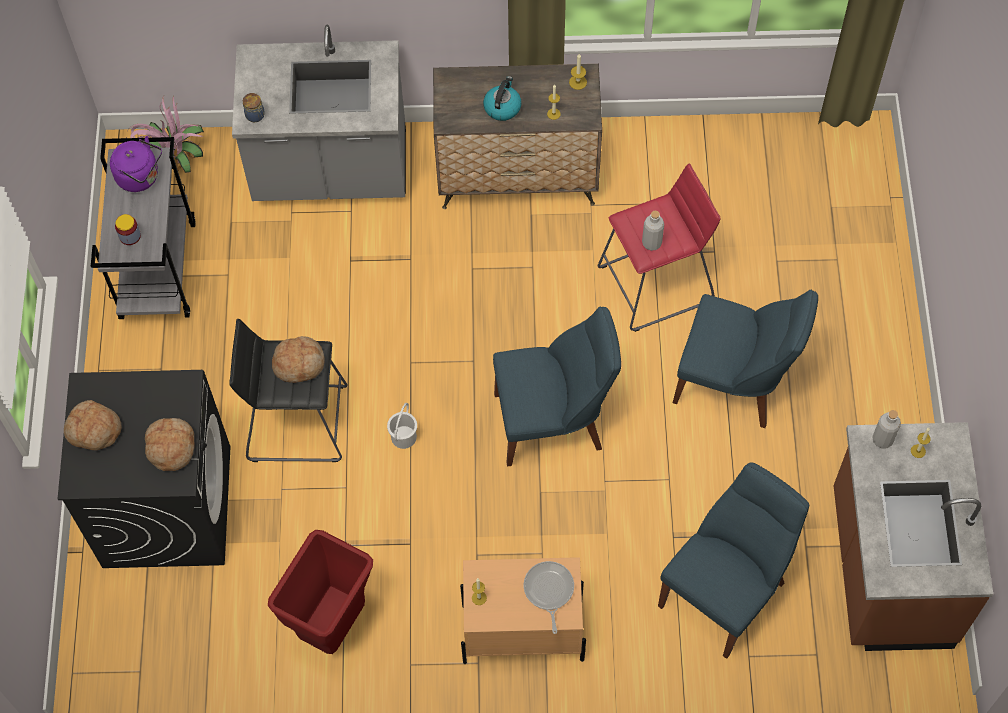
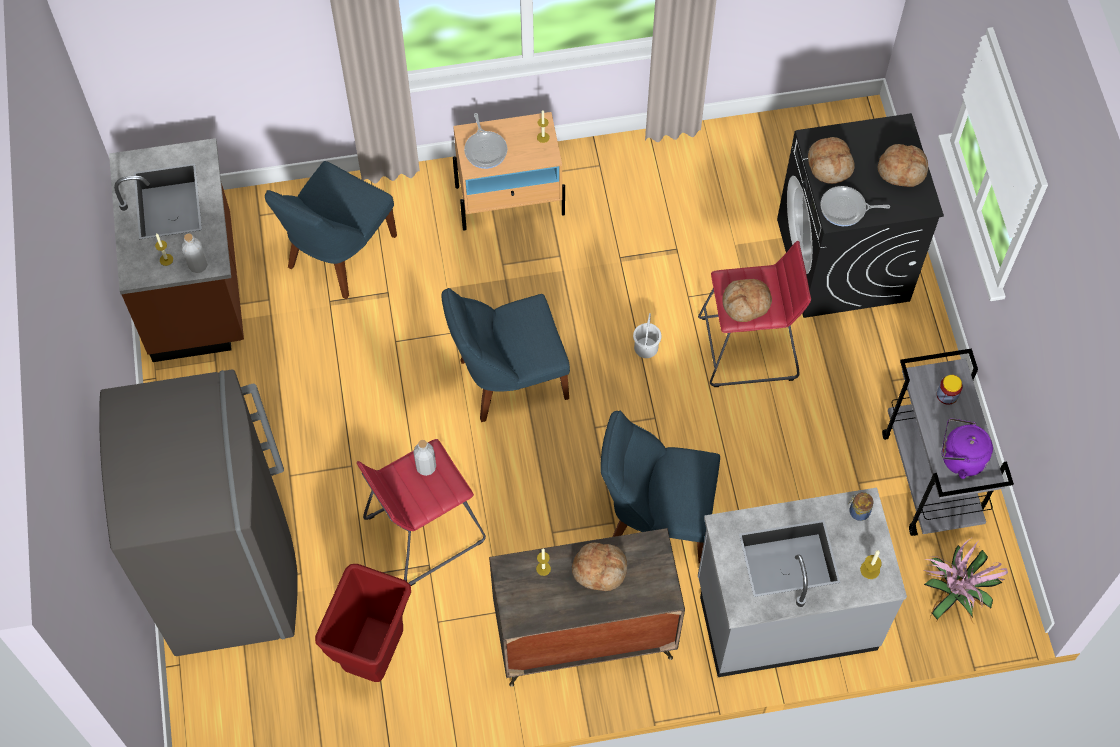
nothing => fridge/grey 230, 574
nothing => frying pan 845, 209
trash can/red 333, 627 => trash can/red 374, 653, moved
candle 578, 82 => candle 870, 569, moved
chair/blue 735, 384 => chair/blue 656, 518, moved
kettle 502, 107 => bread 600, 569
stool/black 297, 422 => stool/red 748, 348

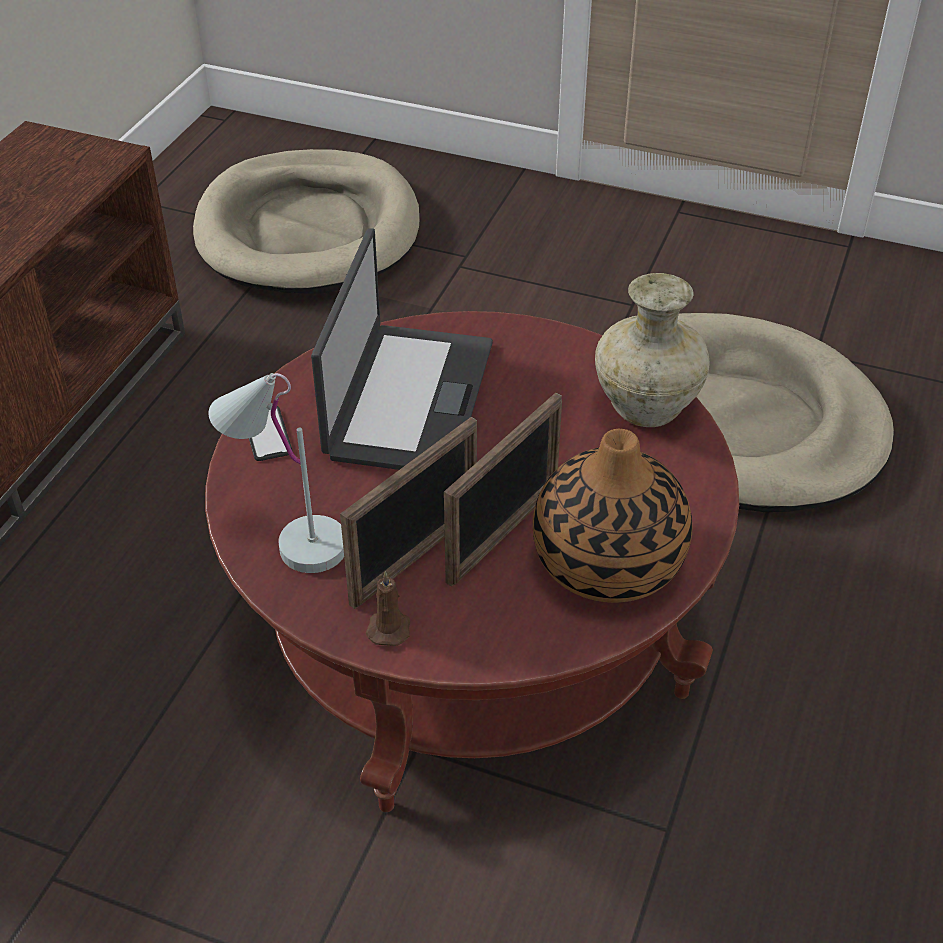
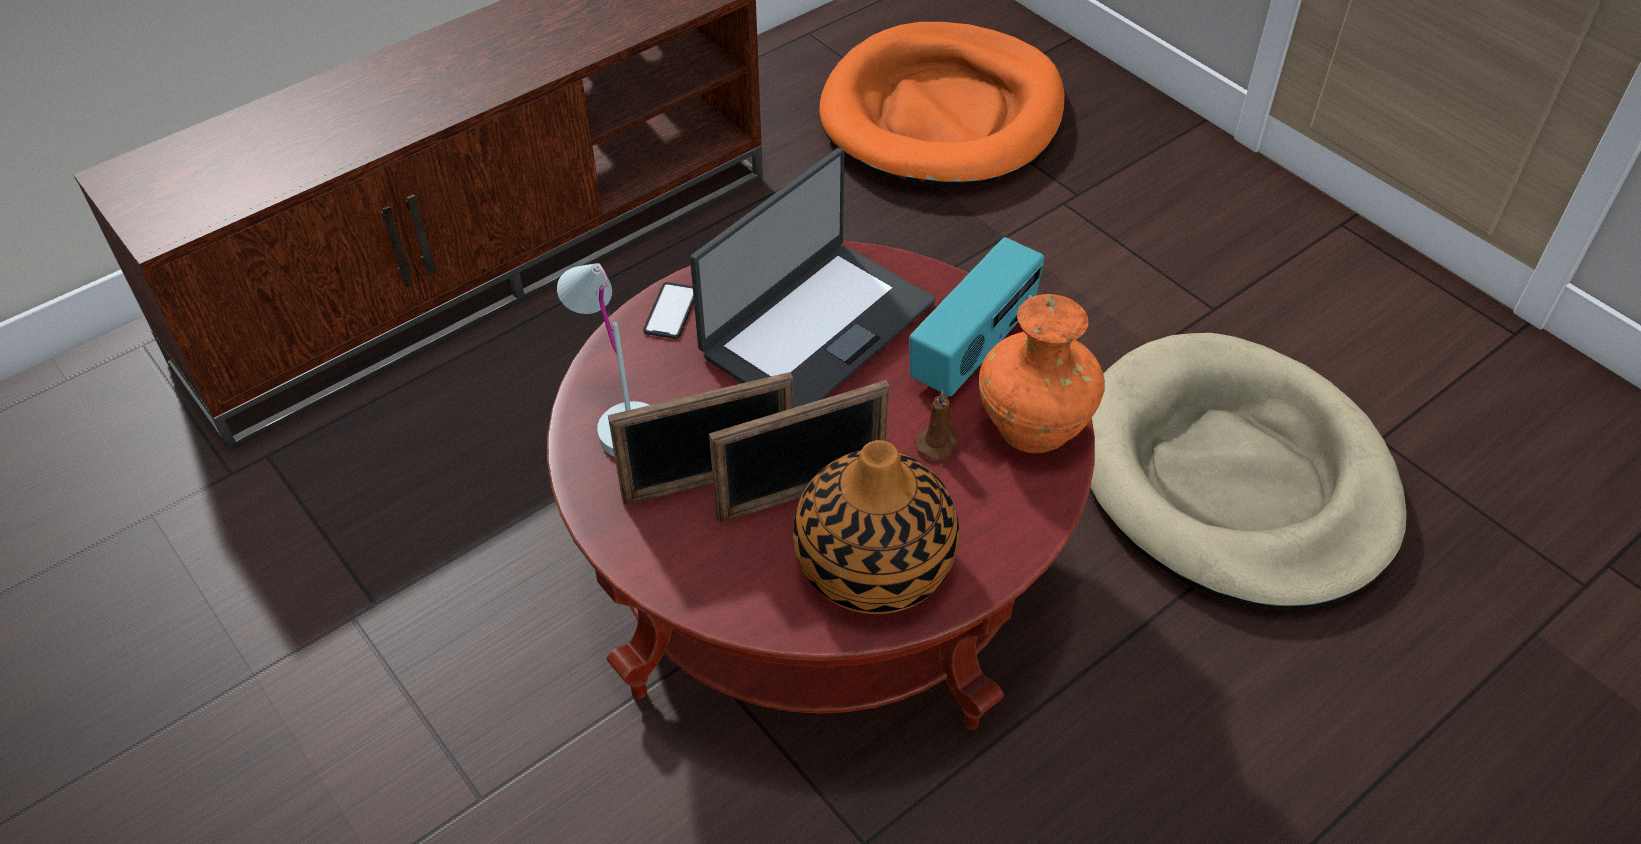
nothing => radio 974, 349
candle/brown 389, 627 => candle/brown 938, 443, moved
dog bed/beige 308, 230 => dog bed/orange 942, 114
vase/beige 647, 407 => vase/orange 1035, 428

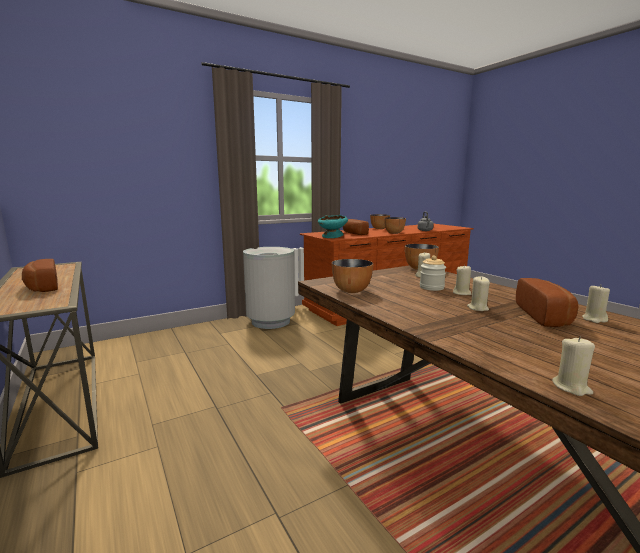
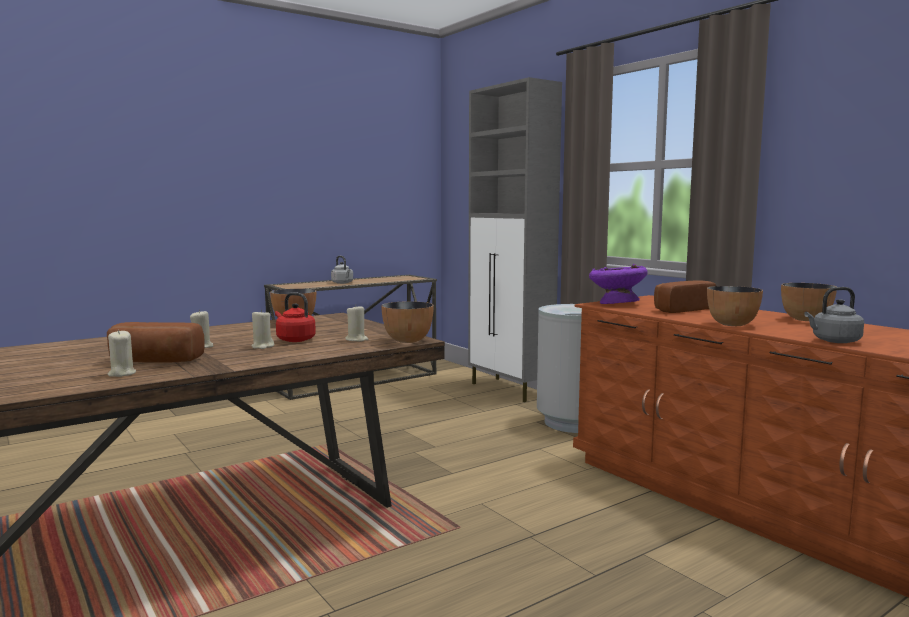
candle/beige 571, 387 => nothing
nothing => cabinet/grey 510, 390
bread 41, 287 => kettle/grey 343, 283
jar 431, 287 => kettle/red 294, 340
bowl/turquoise 332, 237 => bowl/purple 616, 303

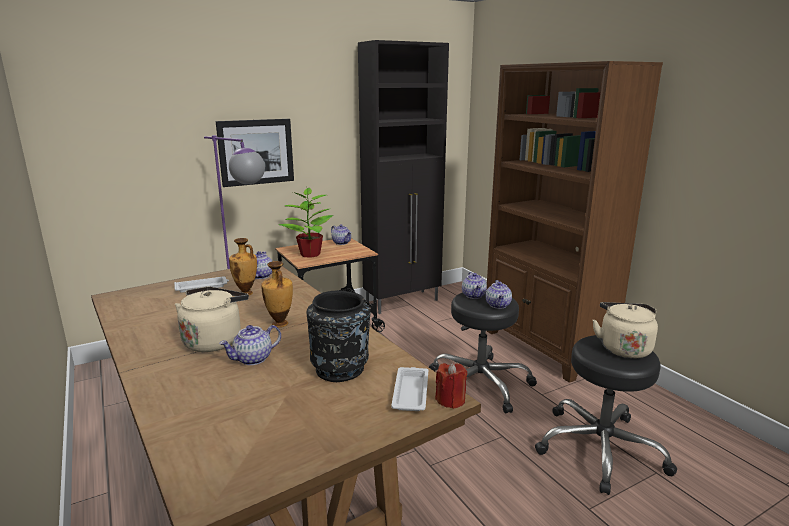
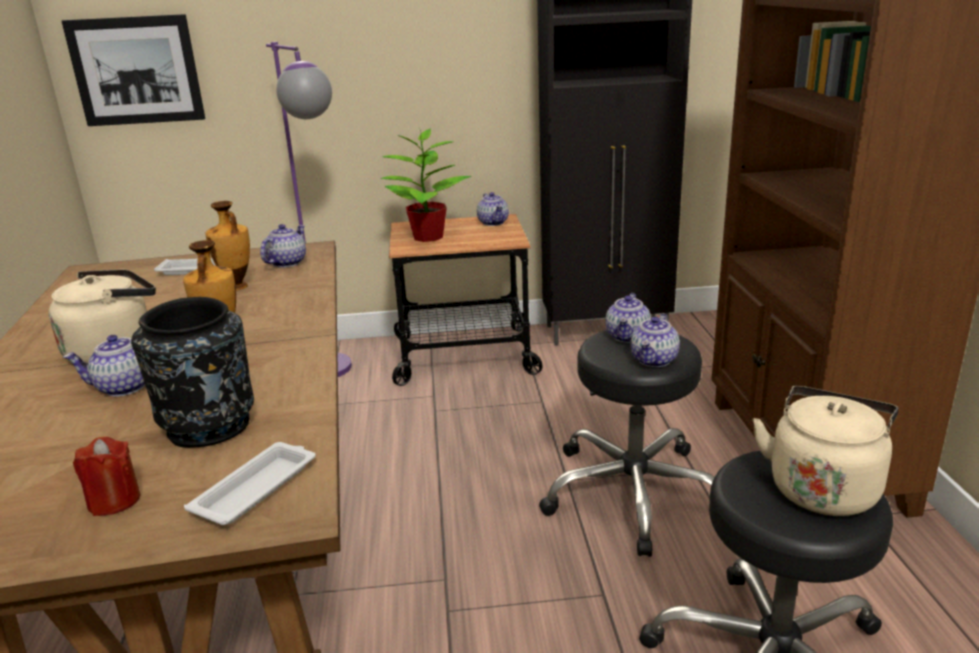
picture 256, 152 => picture 136, 71, moved
candle/red 450, 400 => candle/red 114, 501, moved

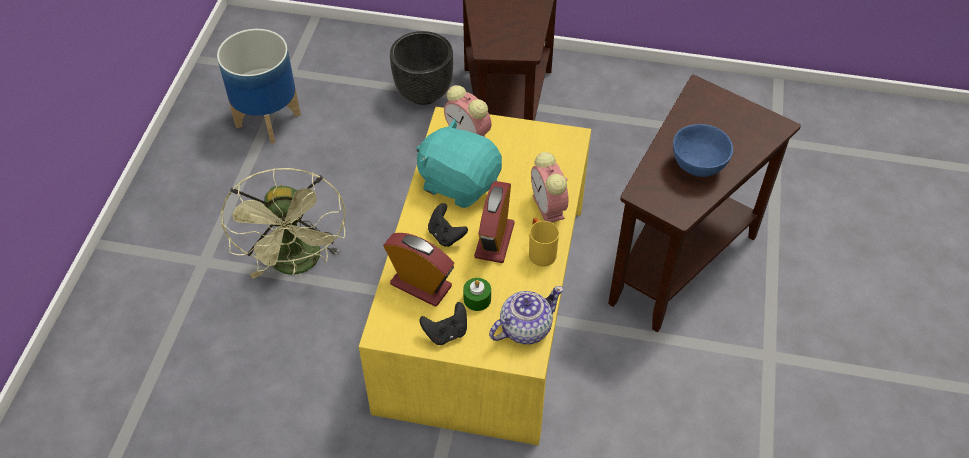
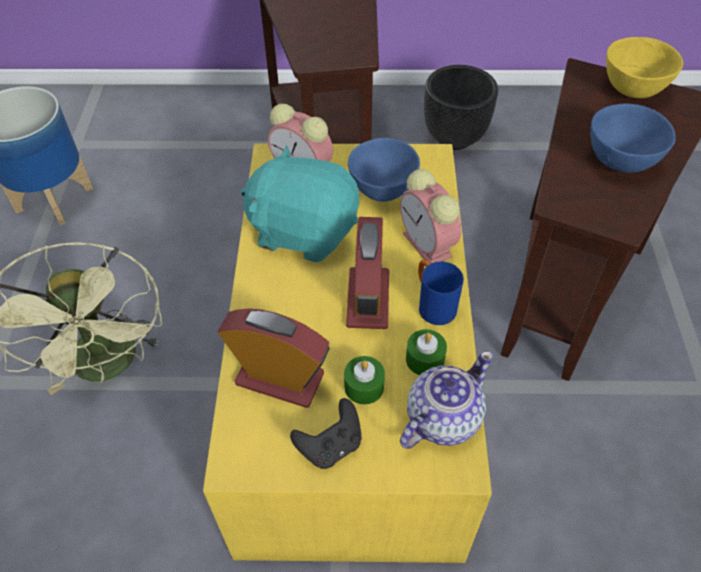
game controller/black 446, 235 => nothing
nothing => bowl/blue 383, 189
nothing => candle/green 425, 359
nothing => bowl/yellow 631, 90
planter/black 424, 93 => planter/black 455, 138, moved
mug/yellow 540, 251 => mug/blue 432, 304

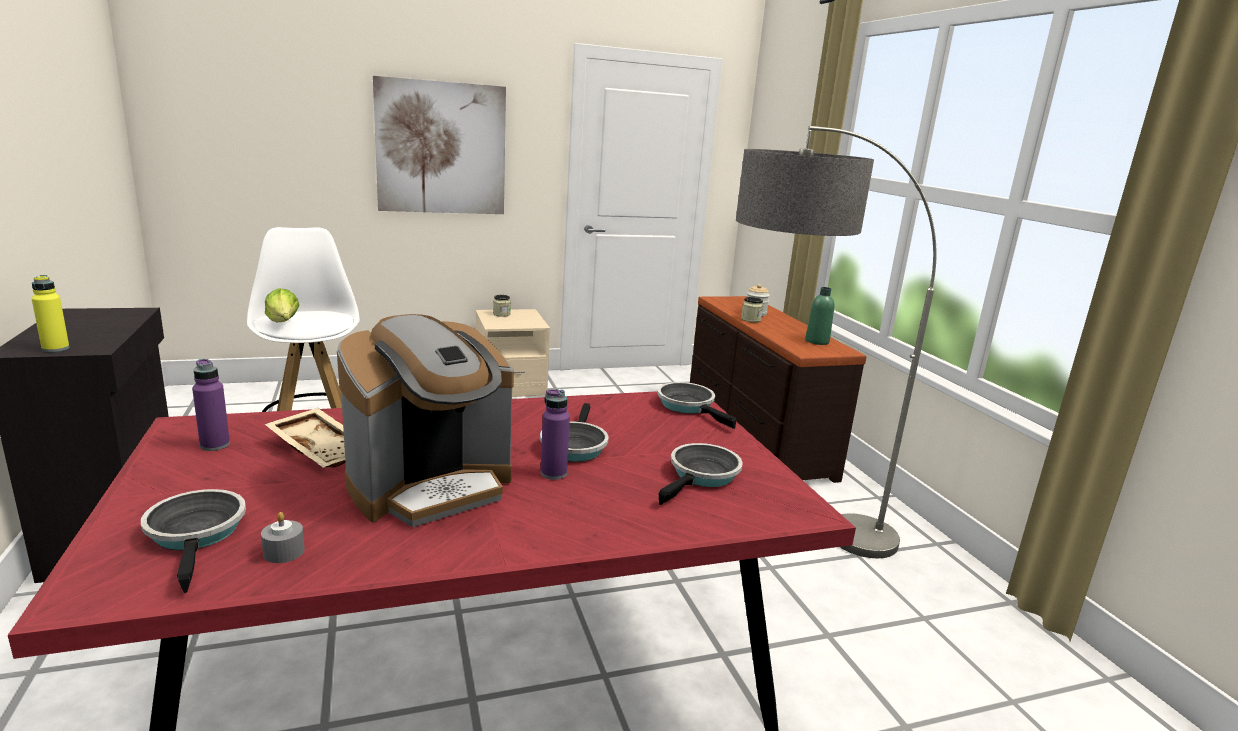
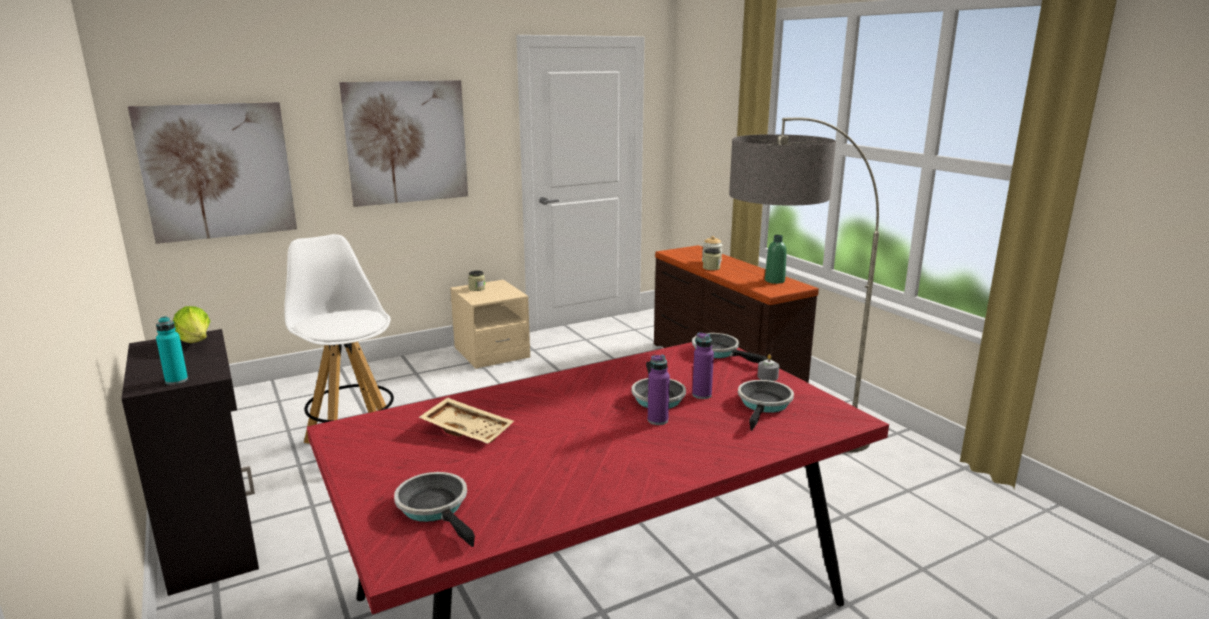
coffee machine 431, 487 => nothing
nothing => picture 218, 171
bottle/purple 215, 445 => bottle/purple 701, 395, moved
candle/grey 284, 552 => candle/grey 767, 377, moved
lettuce 283, 323 => lettuce 196, 343, moved
bottle/yellow 55, 349 => bottle/turquoise 176, 380

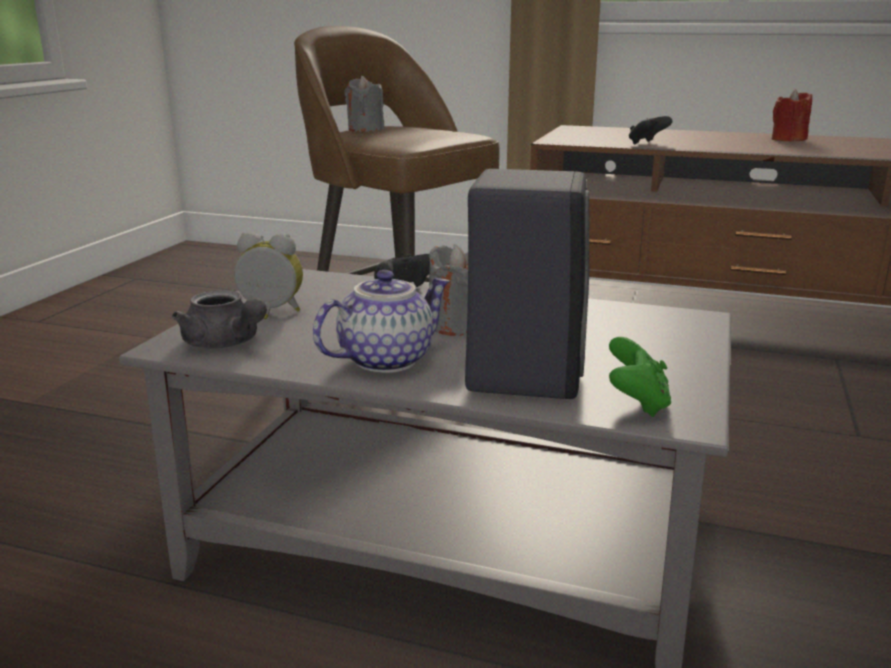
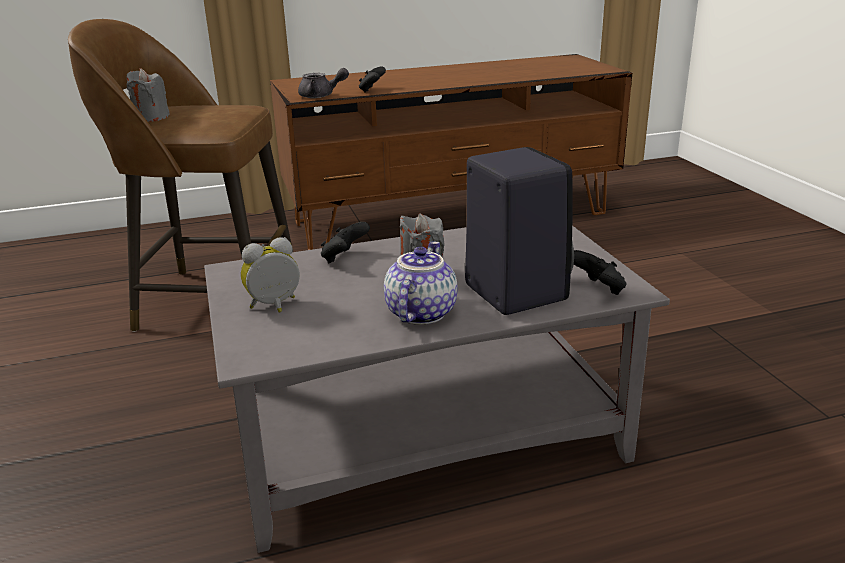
candle/red 788, 140 => nothing
teapot/grey 225, 344 => teapot/grey 321, 96, moved
game controller/green 636, 403 => game controller/black 598, 289

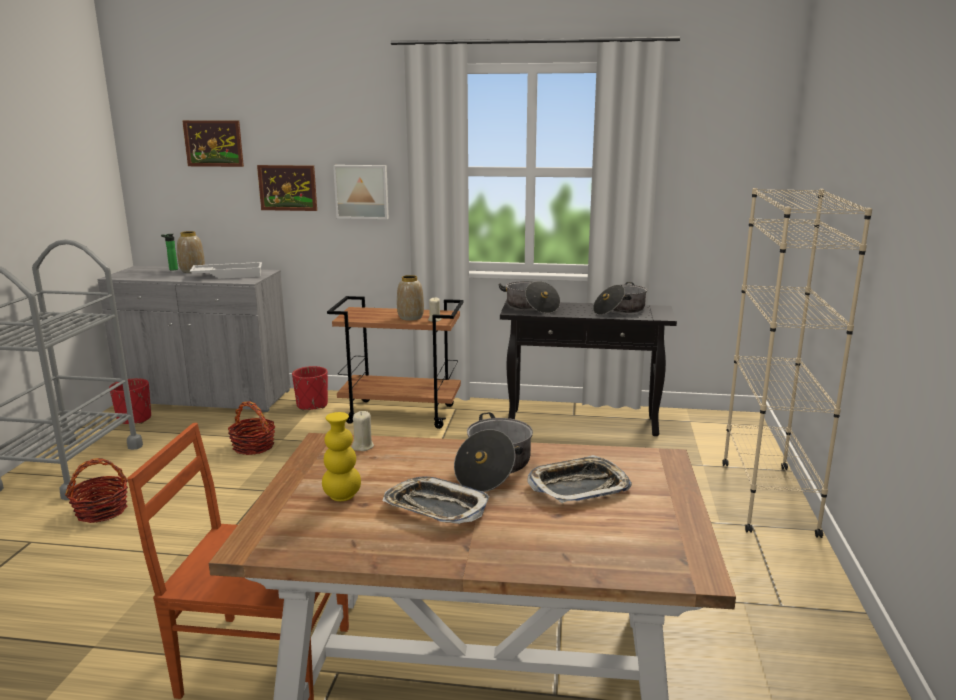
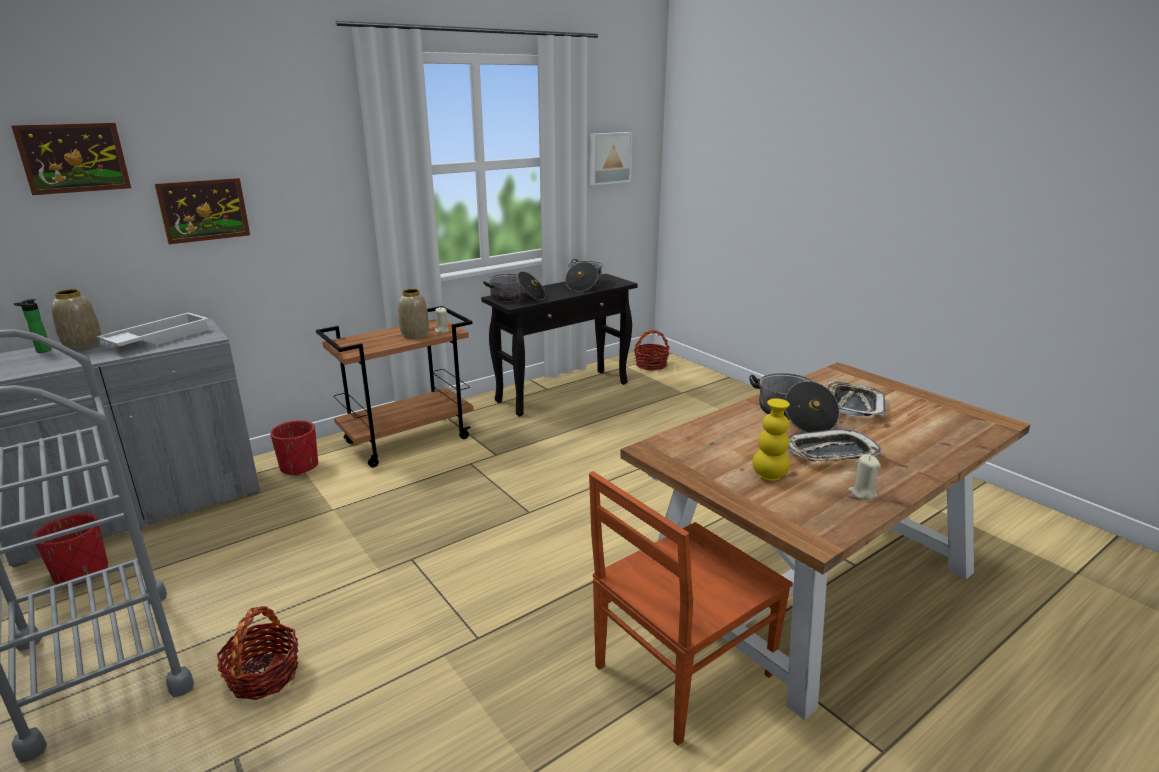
bookcase/beige 767, 497 => nothing
basket 253, 447 => basket 651, 365, moved
picture 362, 191 => picture 609, 158, moved
candle/beige 362, 446 => candle/beige 862, 493, moved

